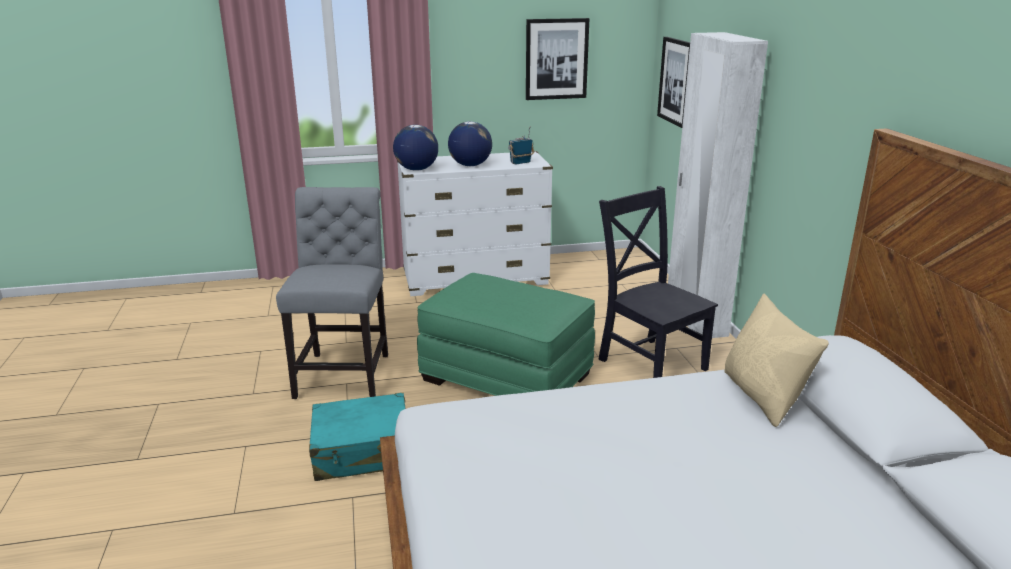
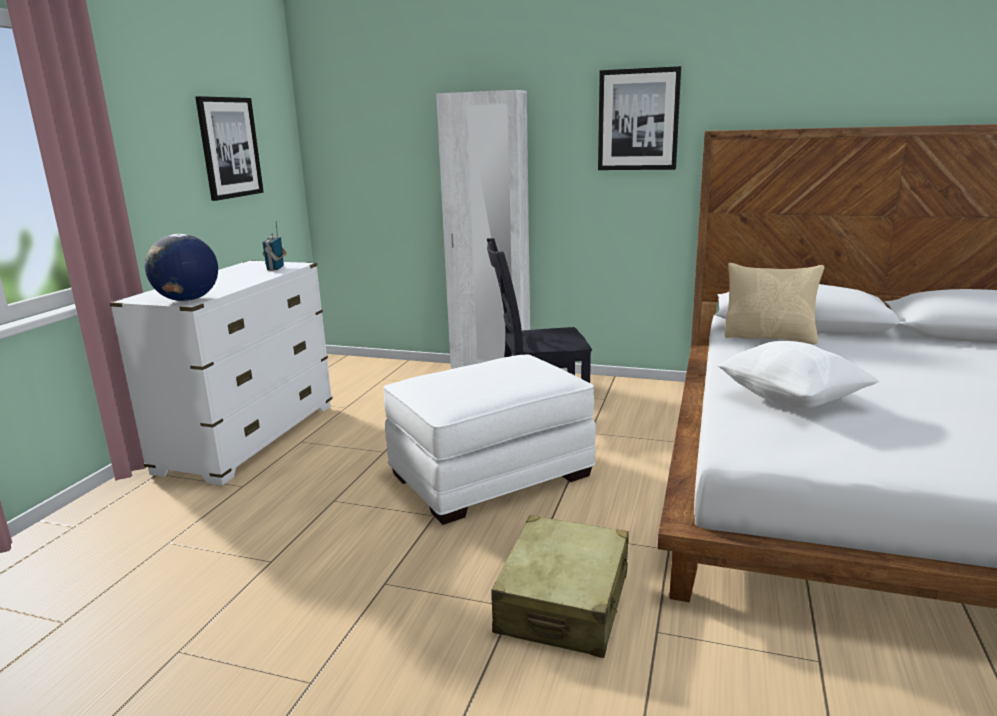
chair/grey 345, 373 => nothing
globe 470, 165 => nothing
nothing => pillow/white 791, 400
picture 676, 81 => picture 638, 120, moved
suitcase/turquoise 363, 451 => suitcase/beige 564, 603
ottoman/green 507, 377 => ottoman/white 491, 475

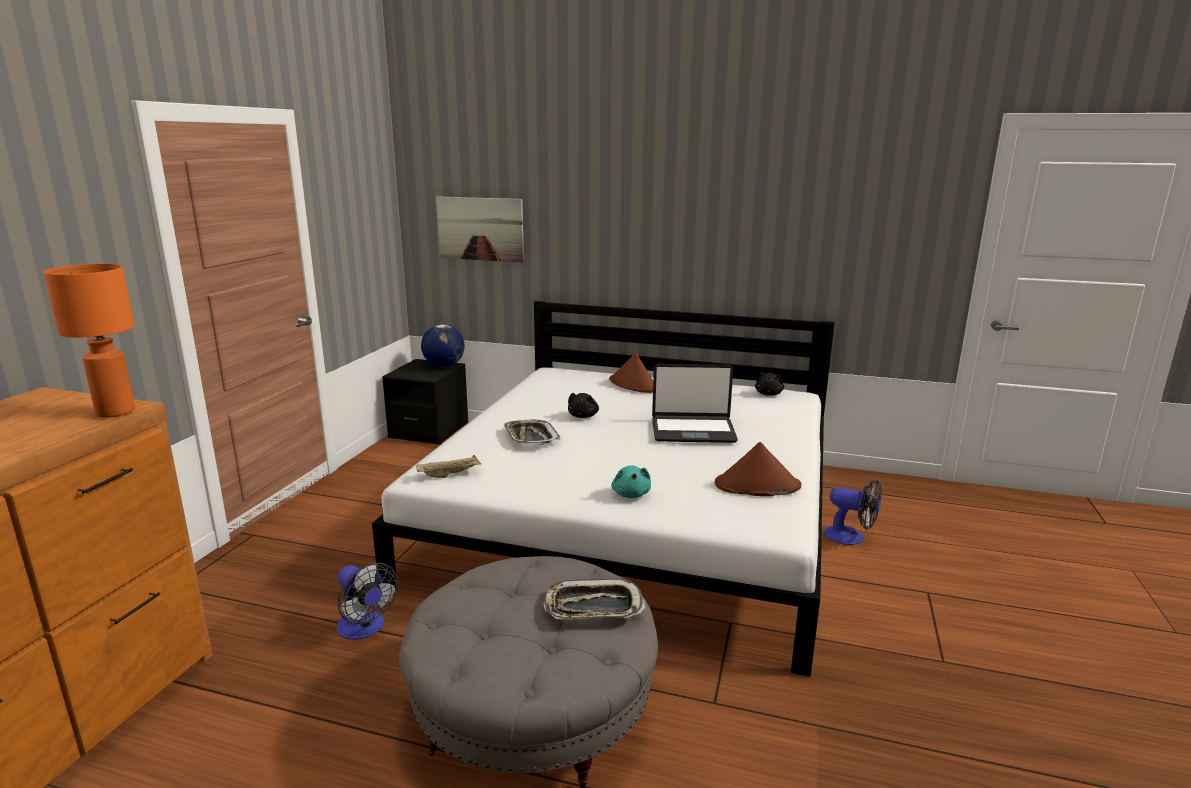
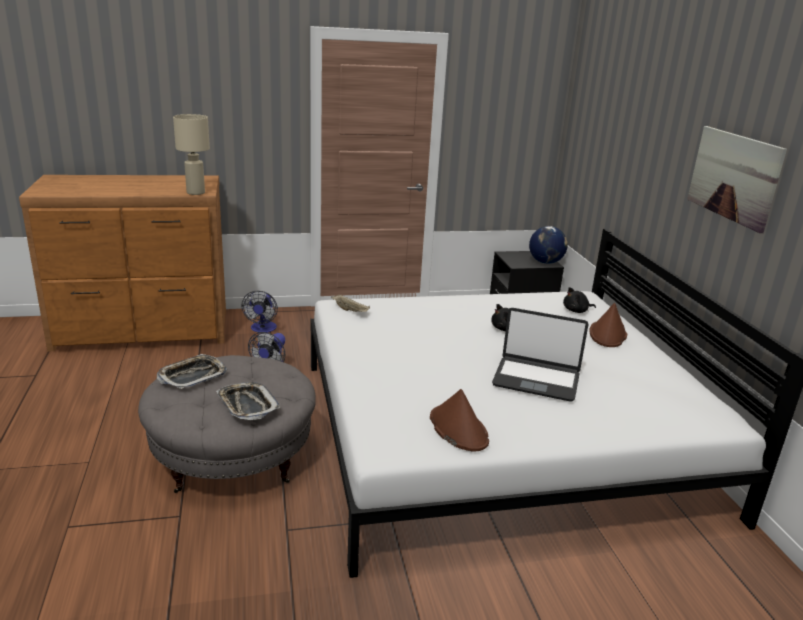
plush toy/turquoise 631, 494 => nothing
picture 480, 229 => picture 733, 176, moved
tray 530, 437 => tray 192, 376, moved
plush toy/black 769, 394 => plush toy/black 576, 311, moved
fan 851, 537 => fan 262, 329, moved
table lamp/orange 117, 412 => table lamp/beige 196, 193
laptop 693, 431 => laptop 536, 379, 45 degrees counterclockwise

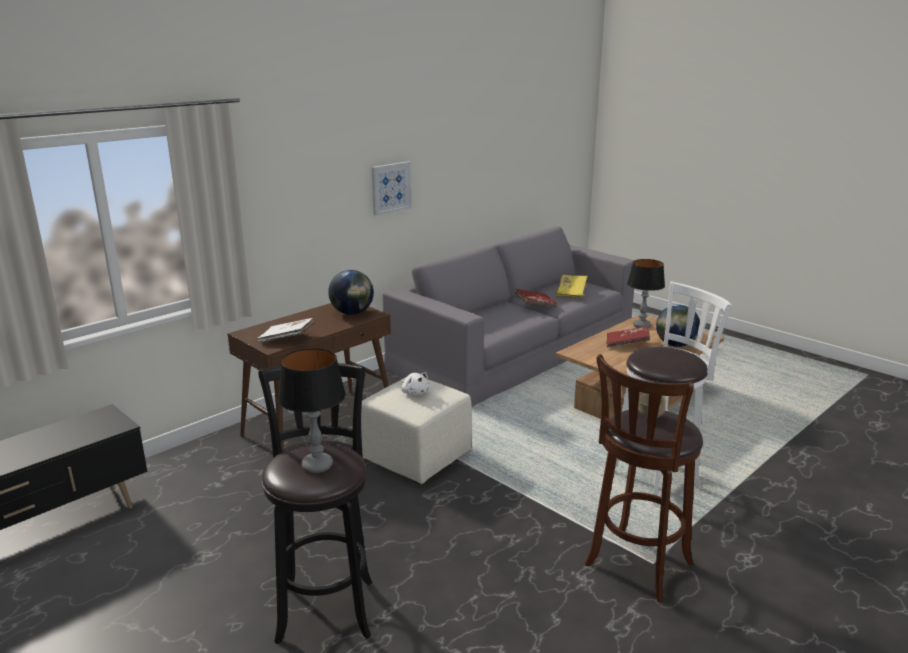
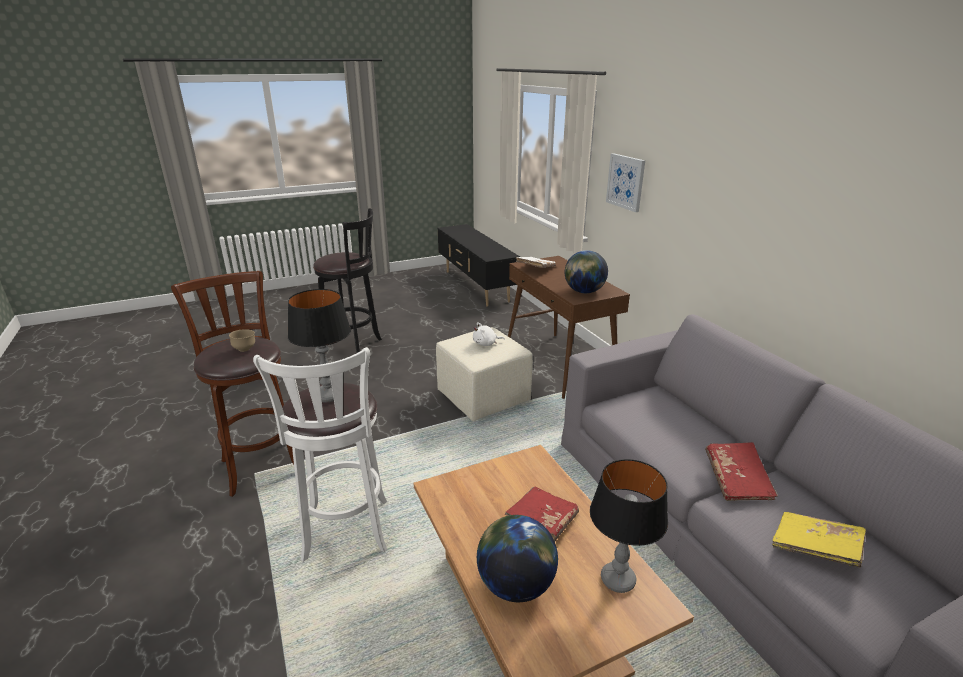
table lamp 317, 466 => table lamp 328, 395, moved
picture 390, 187 => picture 626, 182, moved

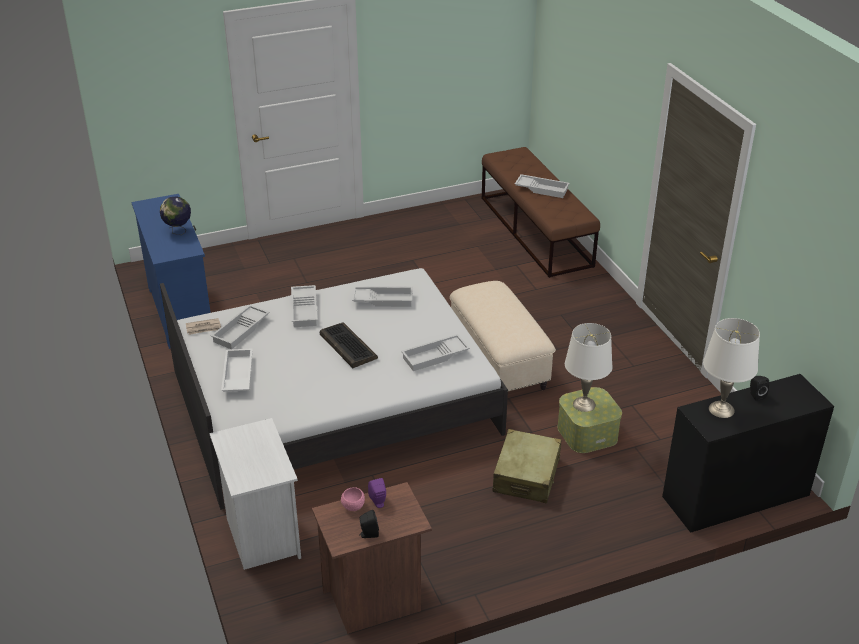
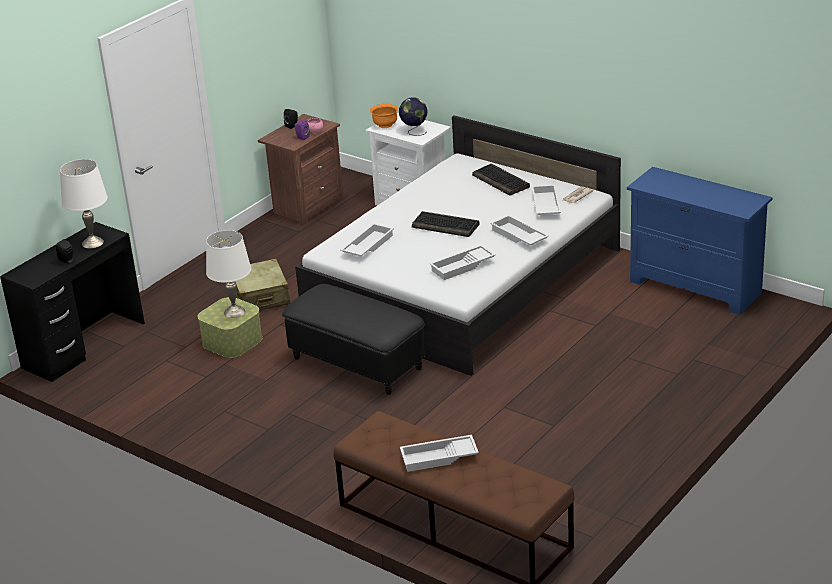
nothing => bowl/orange 385, 125
globe 178, 232 => globe 414, 132, moved
tray/white 237, 375 => keyboard 501, 181
ottoman/beige 497, 362 => ottoman/black 358, 363

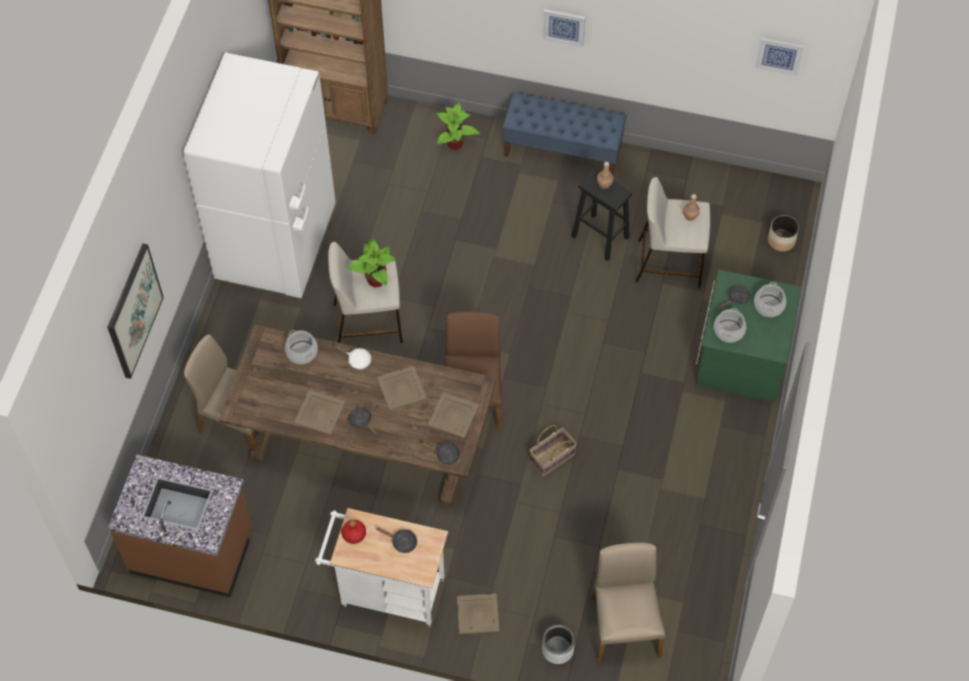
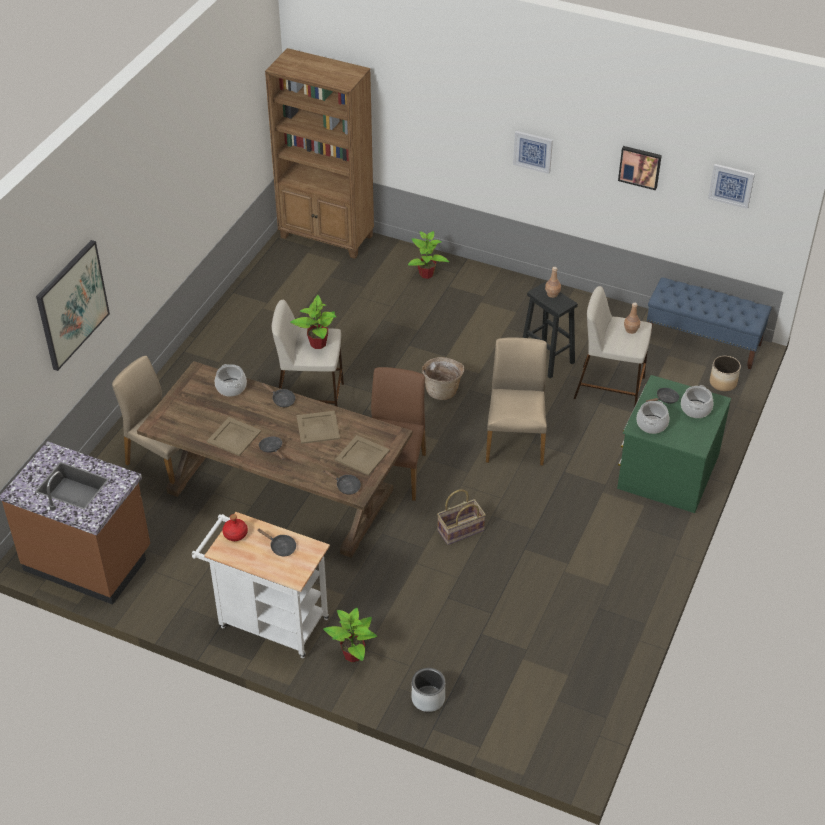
fridge/white 277, 244 => nothing
nothing => basket 442, 390
nothing => picture 640, 166
bench/blue 563, 151 => bench/blue 703, 342, moved
chair/beige 624, 626 => chair/beige 515, 440, moved
tray/beige 477, 614 => potted plant 353, 655
frying pan/white 357, 360 => frying pan/black 281, 400

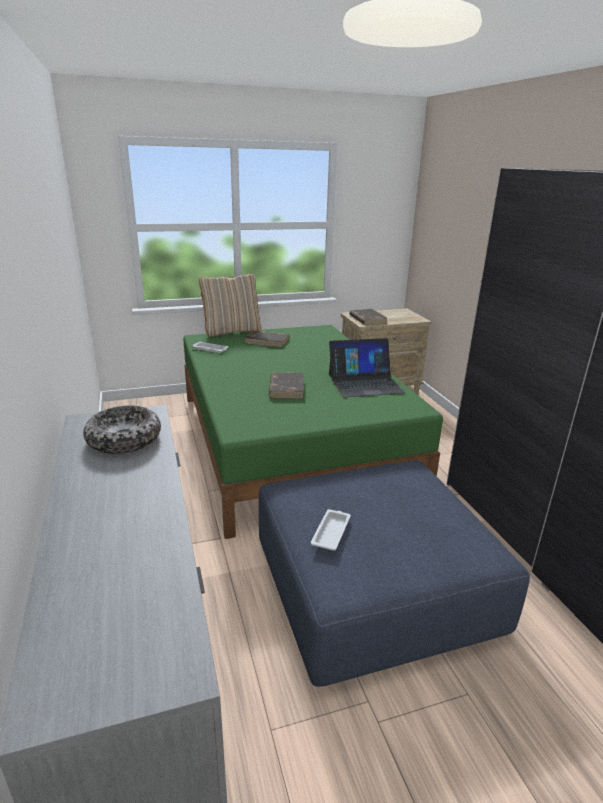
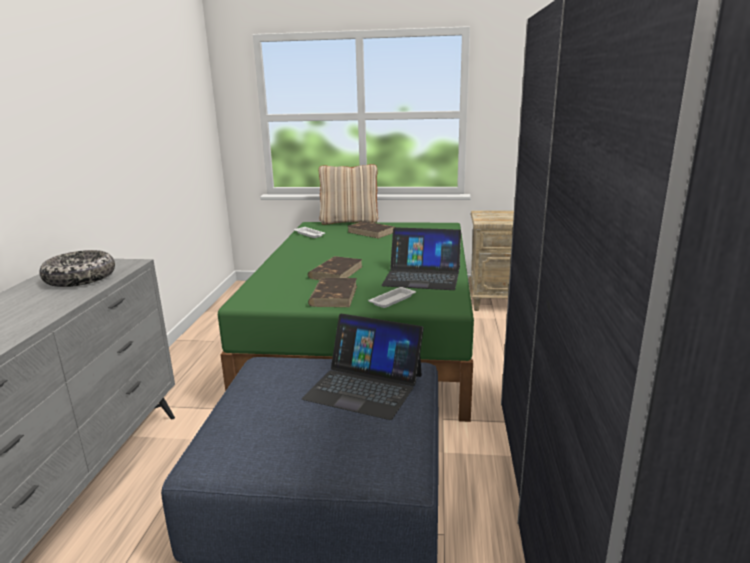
nothing => laptop 364, 386
tray/white 331, 532 => tray/white 393, 300, moved
book/brown 367, 319 => book/brown 334, 295, moved

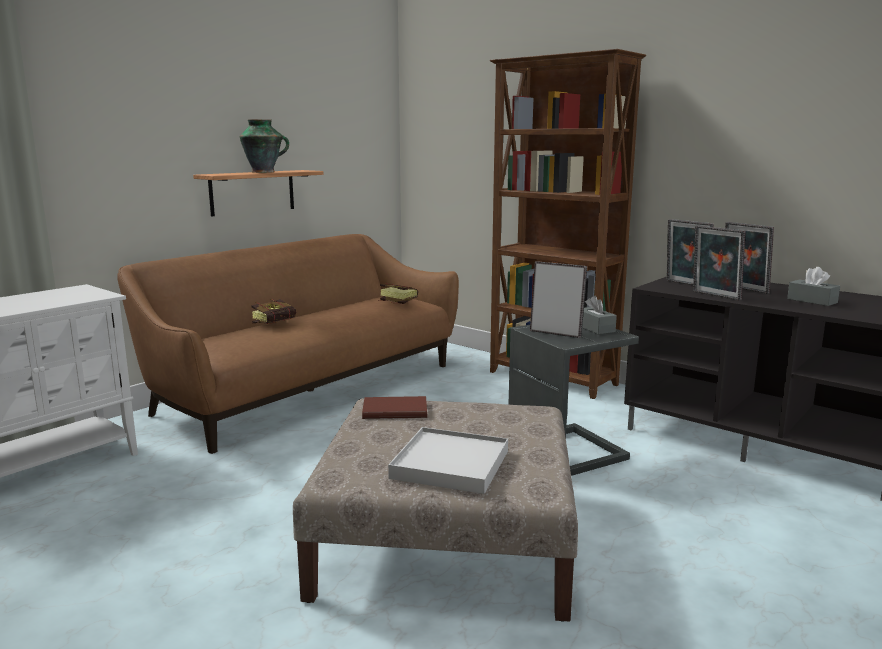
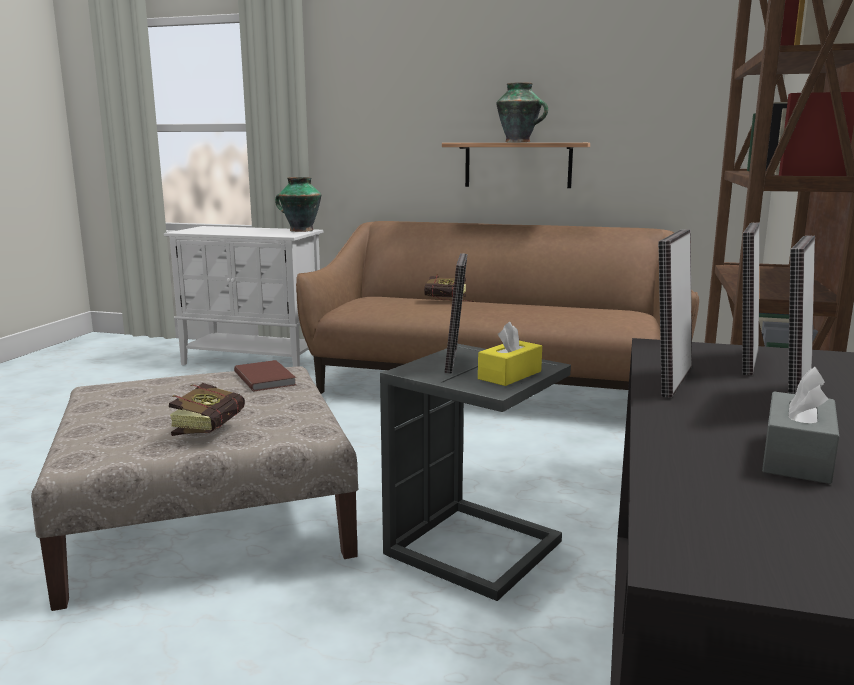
tray/white 450, 465 => nothing
nothing => vase 300, 230
book 396, 302 => book 213, 429, moved
tissue box/grey 595, 328 => tissue box/yellow 510, 375

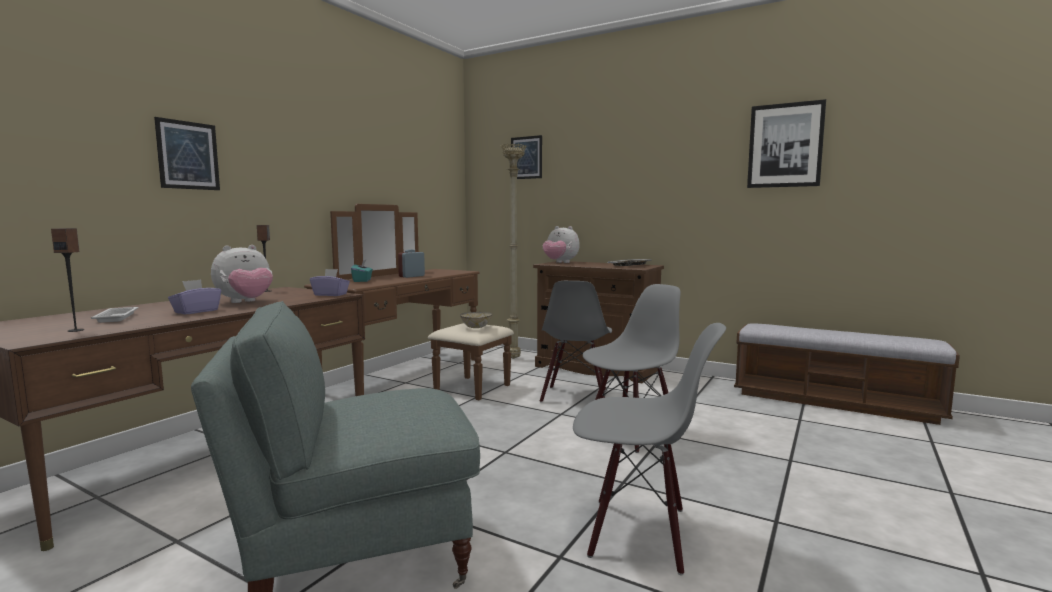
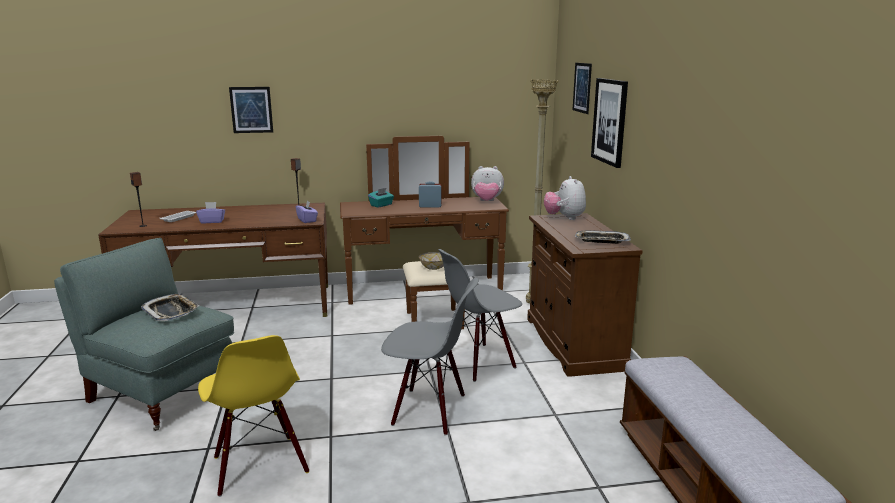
nothing => tray 171, 311
plush toy 246, 302 => plush toy 487, 201, moved
picture 785, 145 => picture 610, 121, moved
chair/grey 638, 533 => chair/yellow 259, 465

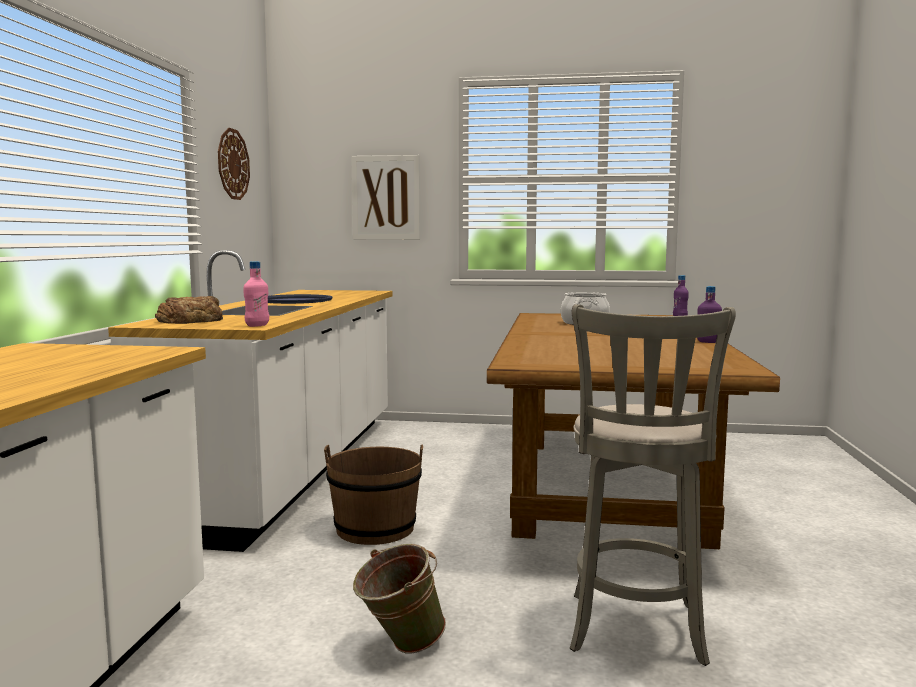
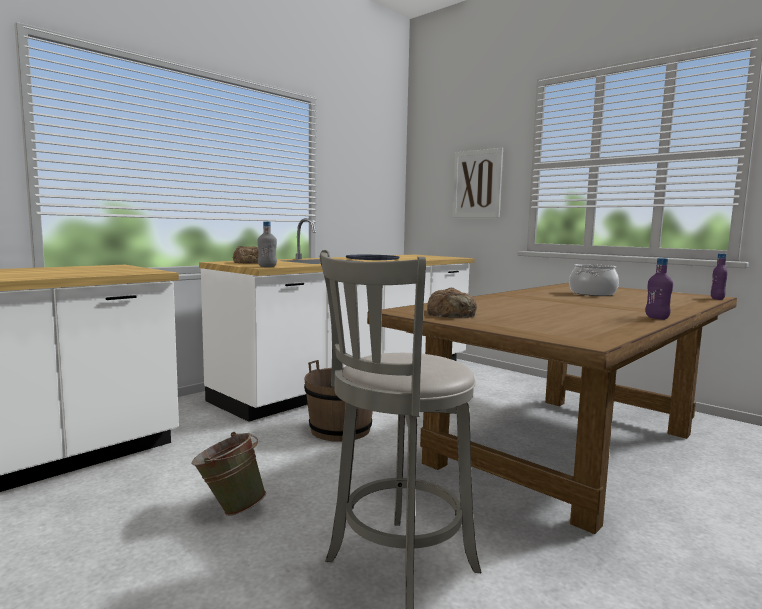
wall clock 233, 164 => nothing
nothing => bread 452, 313
bottle/pink 257, 325 => bottle/grey 267, 266

